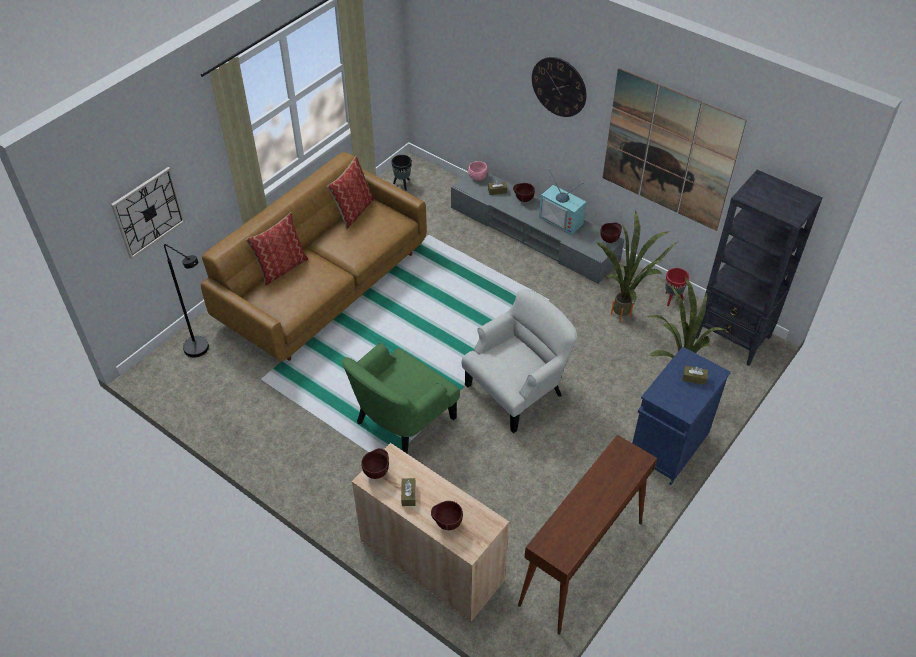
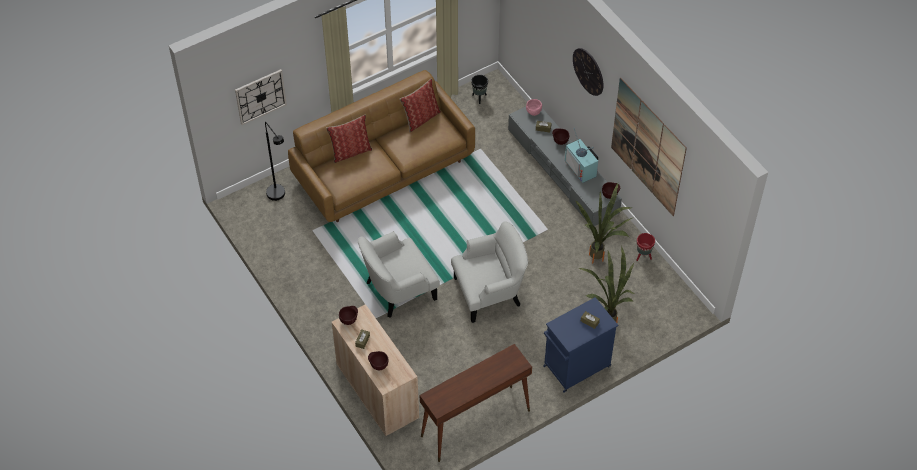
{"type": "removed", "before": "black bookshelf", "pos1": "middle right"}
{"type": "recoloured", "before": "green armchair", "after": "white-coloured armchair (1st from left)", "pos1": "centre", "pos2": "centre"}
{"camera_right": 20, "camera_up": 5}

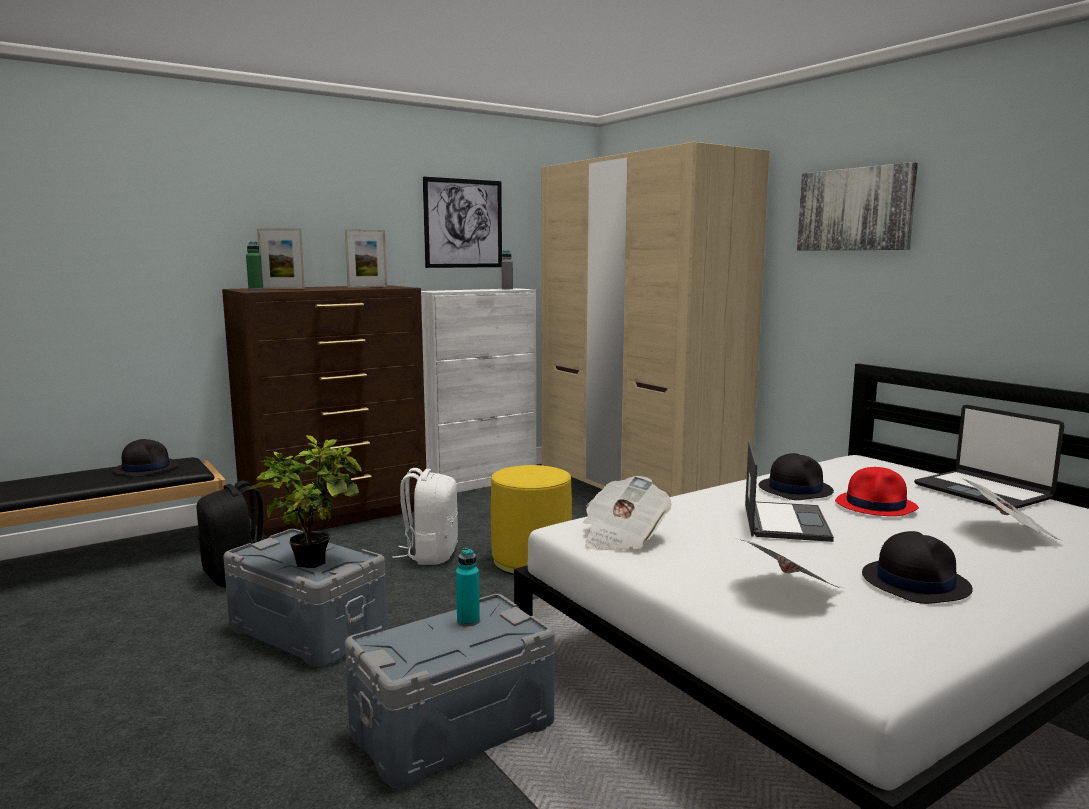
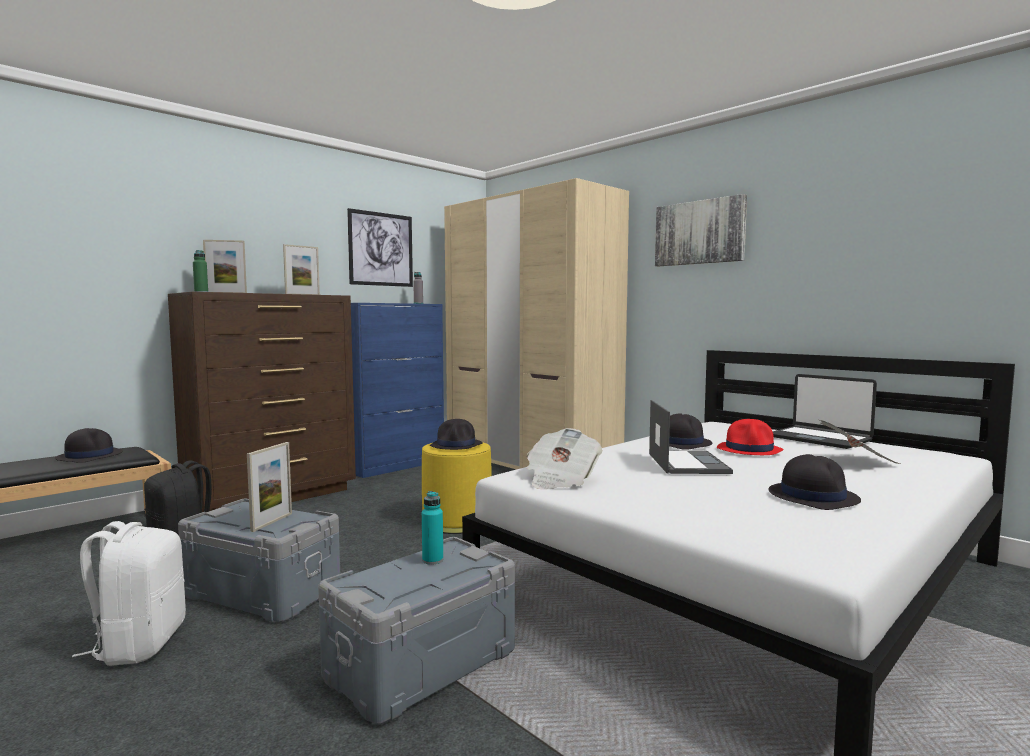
{"type": "recoloured", "before": "white-coloured cabinet", "after": "blue cabinet", "pos1": "centre", "pos2": "centre"}
{"type": "replaced", "before": "potted plant", "after": "photo frame (2nd from left)", "pos1": "middle left", "pos2": "middle left"}
{"type": "moved", "before": "white-coloured backpack", "pos1": "centre", "pos2": "bottom left"}
{"type": "removed", "before": "printed paper (2nd from left)", "pos1": "bottom right"}
{"type": "added", "after": "black clothing hat (2nd from left)", "pos2": "centre"}
{"camera_right": -10, "camera_up": -5}

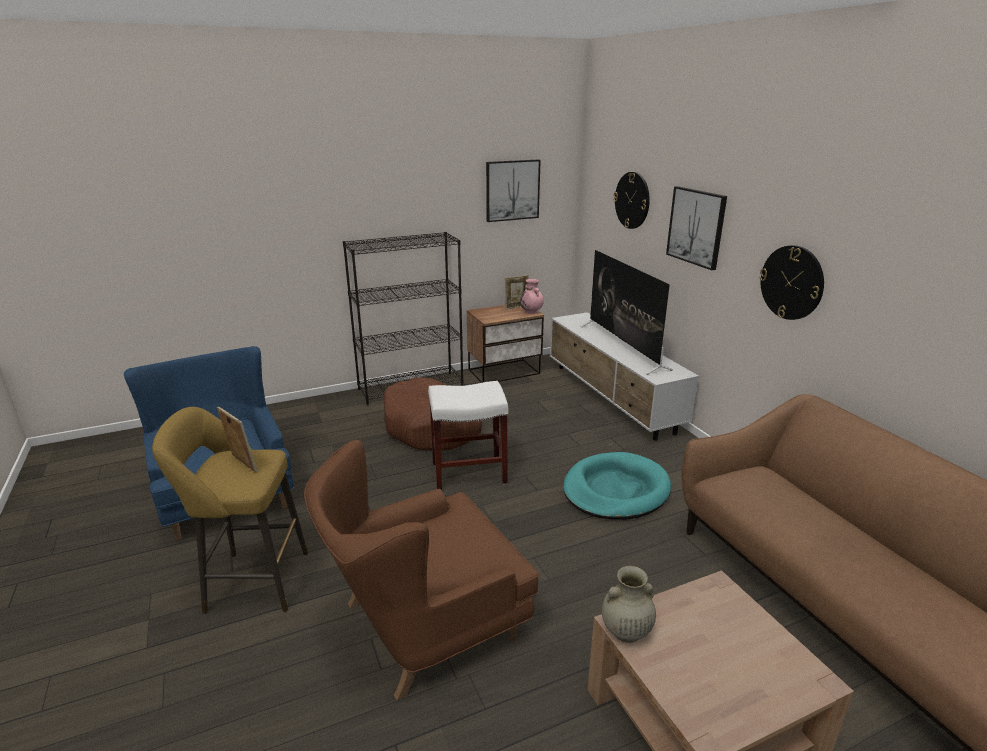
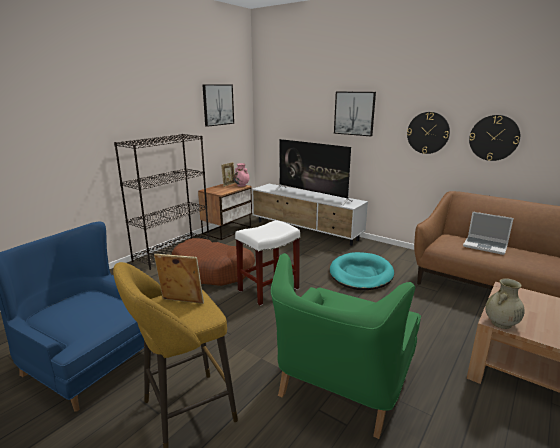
{"type": "moved", "before": "clock on the wall (1st from left in the first image)", "after": "clock on the wall (2nd from left)", "pos1": "top centre", "pos2": "top right"}
{"type": "recoloured", "before": "brown armchair", "after": "green armchair", "pos1": "bottom centre", "pos2": "bottom centre"}
{"type": "added", "after": "laptop", "pos2": "middle right"}
{"camera_right": -30, "camera_up": -5}

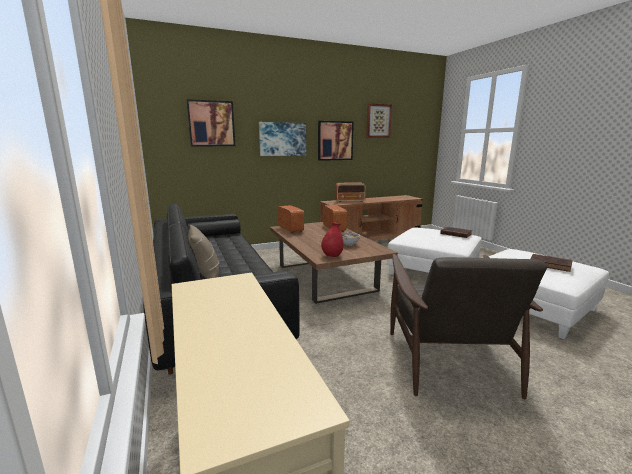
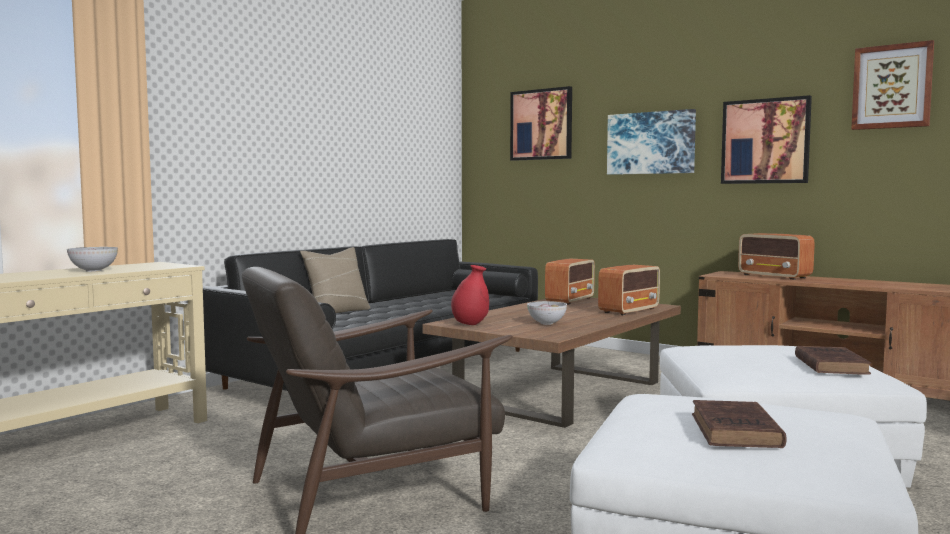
{"type": "added", "after": "bowl (1st from left)", "pos2": "middle left"}
{"camera_right": 60, "camera_up": -10}

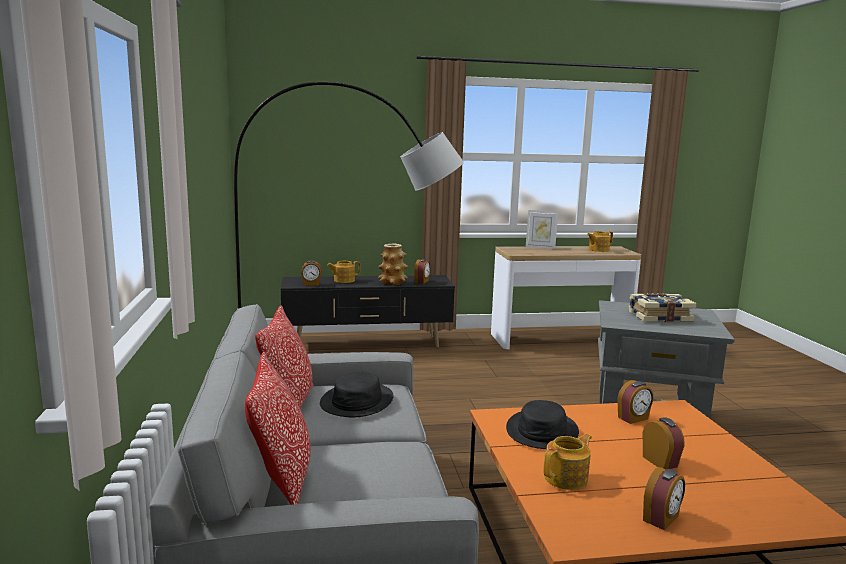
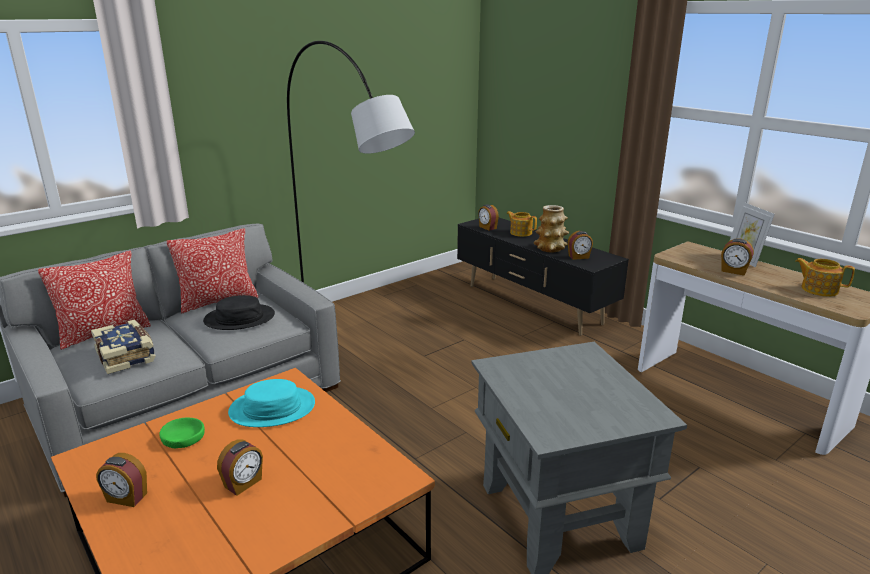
{"type": "moved", "before": "volume", "pos1": "middle right", "pos2": "middle left"}
{"type": "moved", "before": "table clock (3rd from left in the first image)", "after": "table clock (5th from left)", "pos1": "bottom right", "pos2": "middle right"}
{"type": "recoloured", "before": "black clothing hat (2nd from left)", "after": "turquoise clothing hat", "pos1": "bottom centre", "pos2": "bottom left"}
{"type": "replaced", "before": "teapot (2nd from left)", "after": "green bowl", "pos1": "bottom right", "pos2": "bottom left"}
{"camera_right": 60, "camera_up": 10}

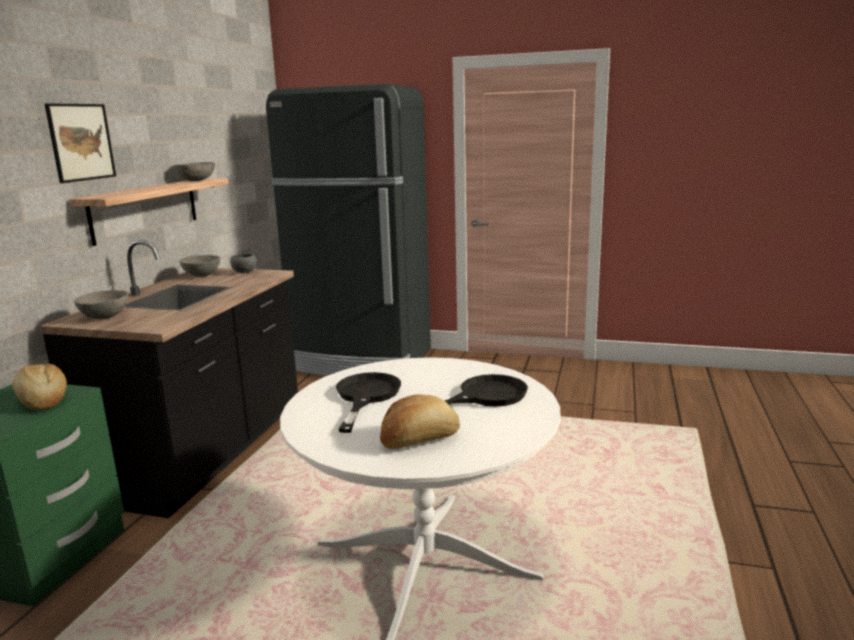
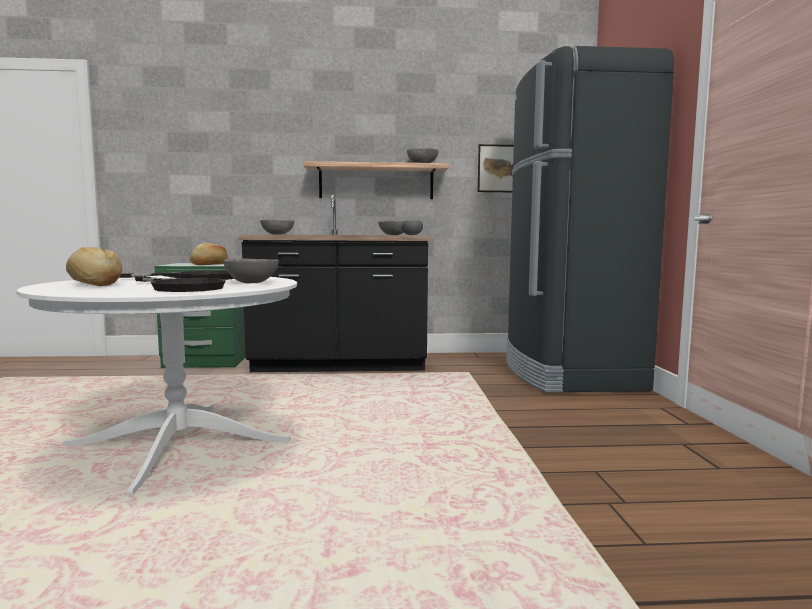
{"type": "moved", "before": "picture", "pos1": "top left", "pos2": "top centre"}
{"type": "added", "after": "greyish bowl (1st from left)", "pos2": "middle left"}
{"camera_right": 70, "camera_up": -10}

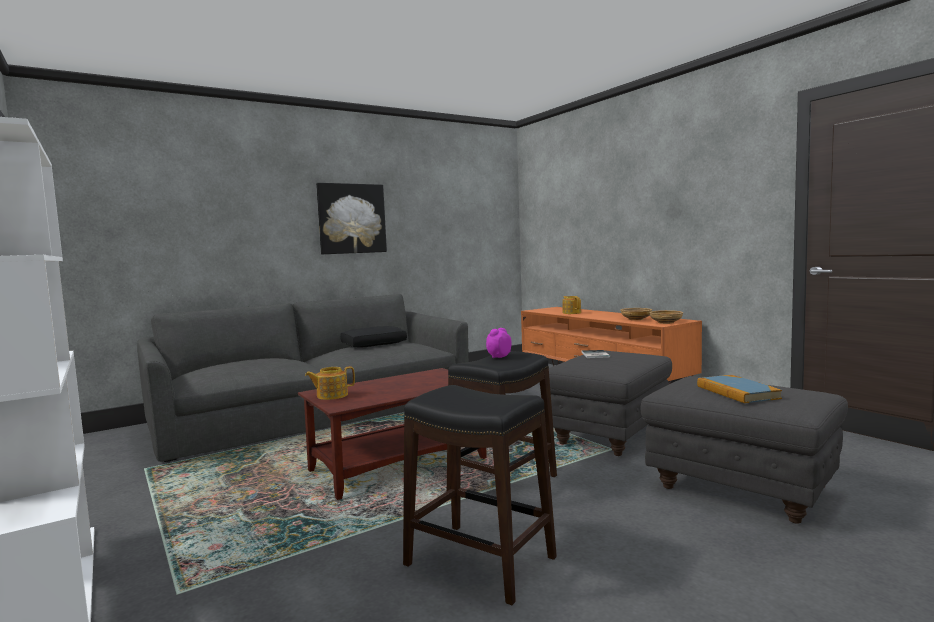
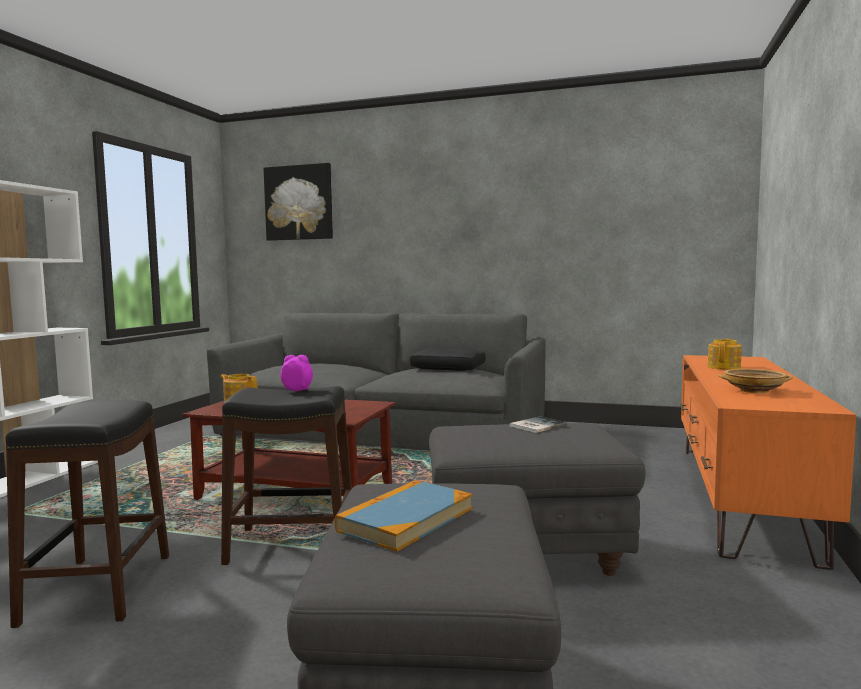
{"type": "moved", "before": "picture", "pos1": "centre", "pos2": "top centre"}
{"type": "removed", "before": "beige-coloured bowl (2nd from left)", "pos1": "middle right"}
{"camera_right": 50, "camera_up": 0}

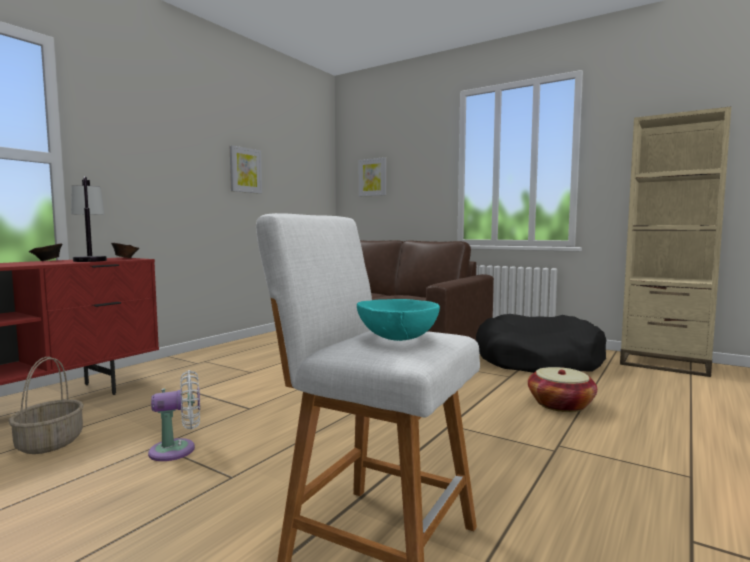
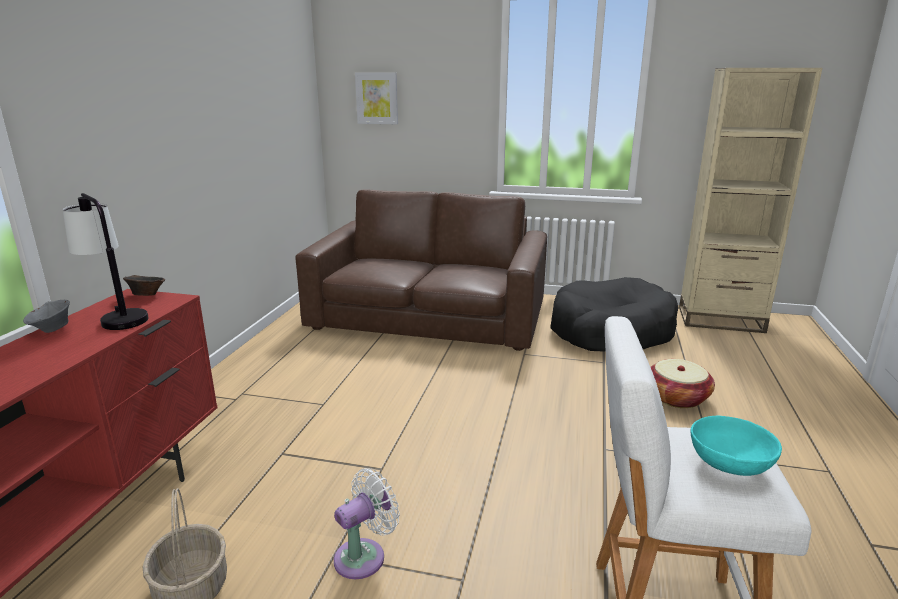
{"type": "removed", "before": "picture (1st from left)", "pos1": "top left"}
{"type": "recoloured", "before": "brown bowl (1st from left)", "after": "greyish bowl", "pos1": "middle left", "pos2": "middle left"}
{"camera_right": -20, "camera_up": 15}

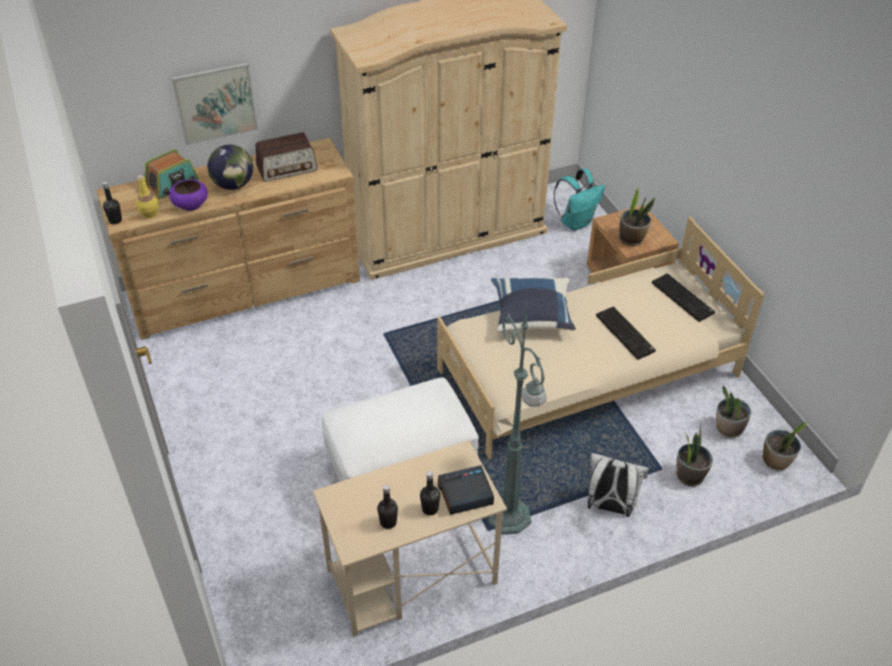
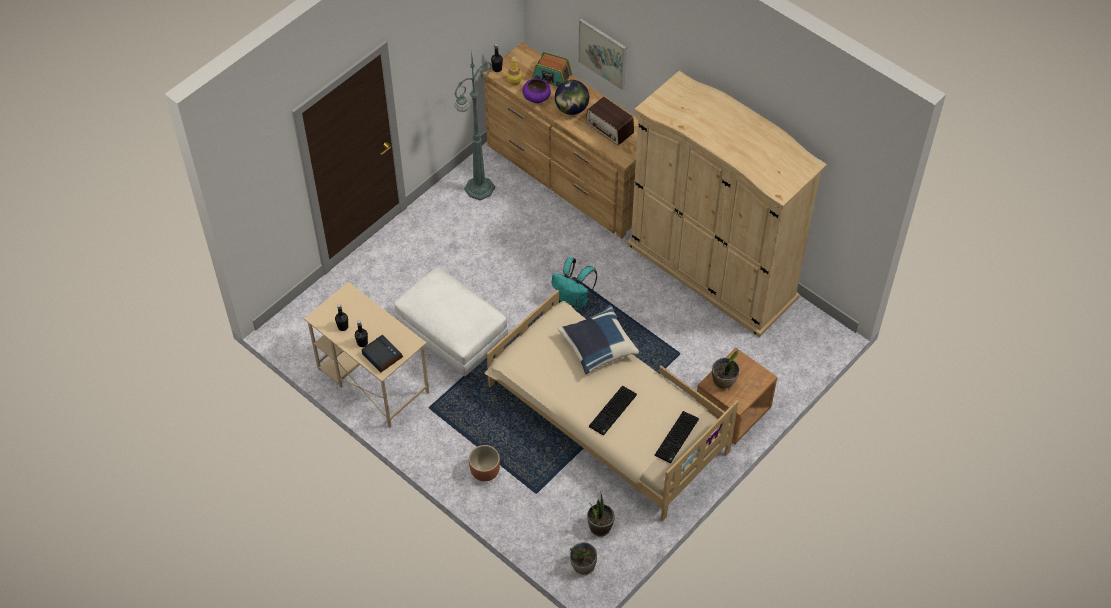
{"type": "moved", "before": "turquoise backpack", "pos1": "top centre", "pos2": "centre"}
{"type": "moved", "before": "green floor lamp", "pos1": "centre", "pos2": "top centre"}
{"type": "removed", "before": "potted plant (2nd from left)", "pos1": "bottom right"}
{"type": "replaced", "before": "white-coloured backpack", "after": "brown flower pot", "pos1": "bottom right", "pos2": "bottom centre"}
{"camera_right": 65, "camera_up": 10}

